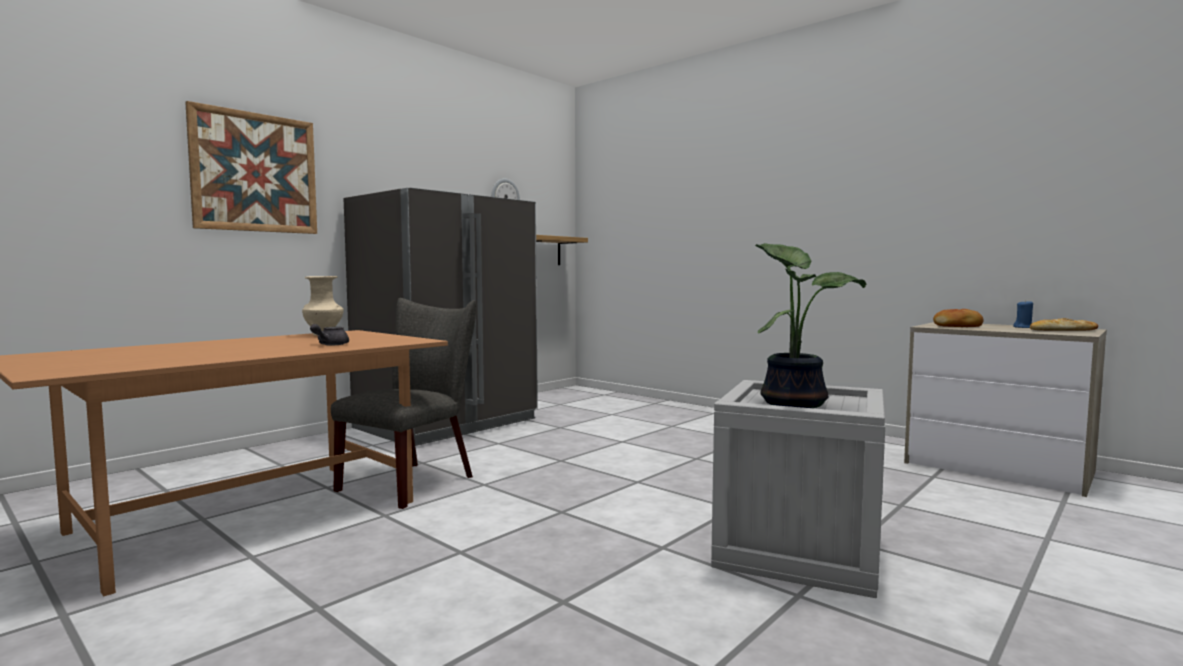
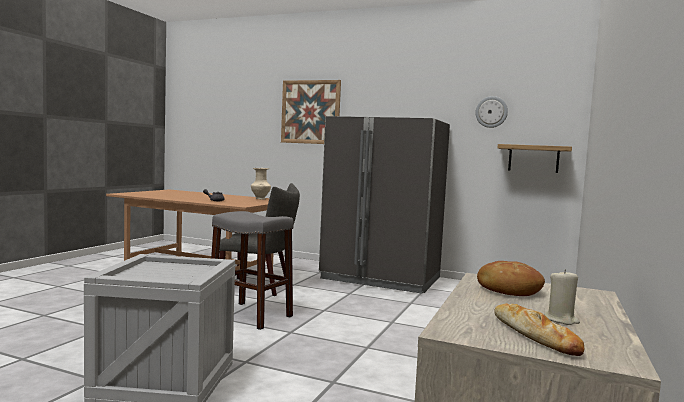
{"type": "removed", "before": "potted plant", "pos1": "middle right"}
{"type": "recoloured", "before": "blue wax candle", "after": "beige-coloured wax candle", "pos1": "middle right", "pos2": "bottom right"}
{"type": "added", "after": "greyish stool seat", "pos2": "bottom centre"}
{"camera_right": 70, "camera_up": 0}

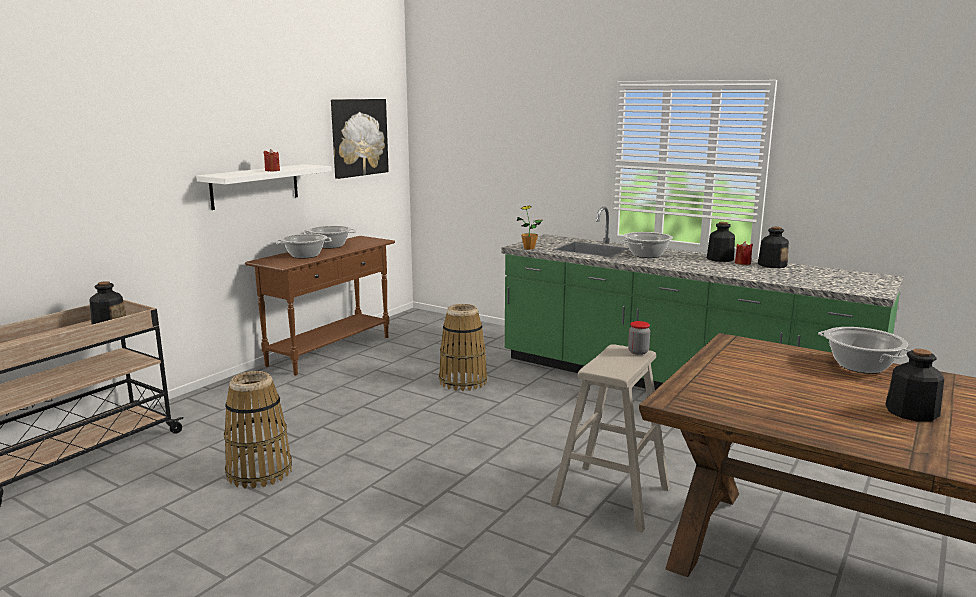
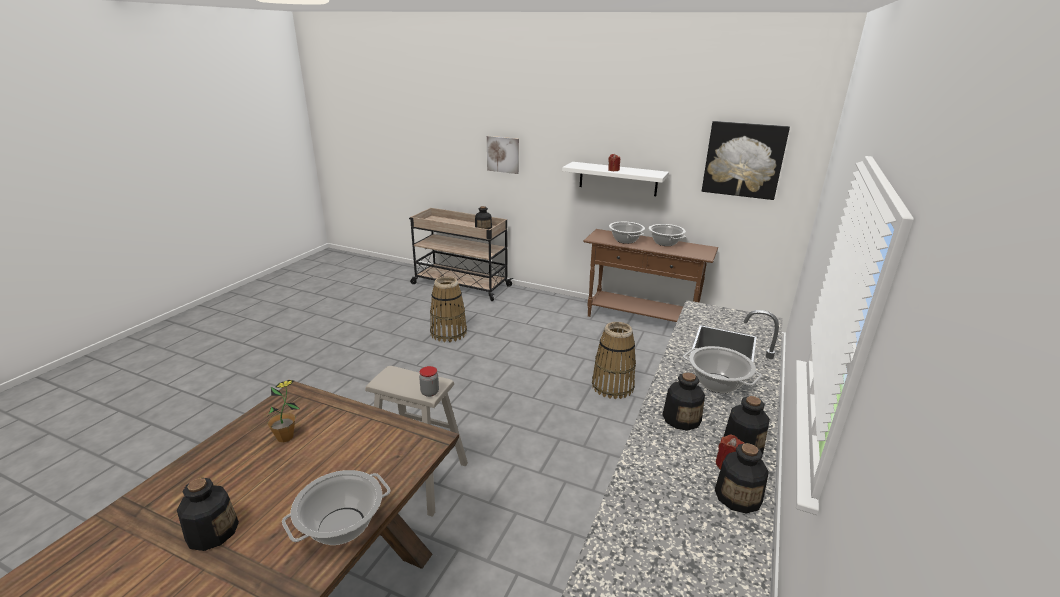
{"type": "moved", "before": "potted plant", "pos1": "centre", "pos2": "bottom left"}
{"type": "added", "after": "picture (1st from left)", "pos2": "top centre"}
{"type": "added", "after": "bottle (3rd from left)", "pos2": "bottom centre"}
{"camera_right": 80, "camera_up": 10}

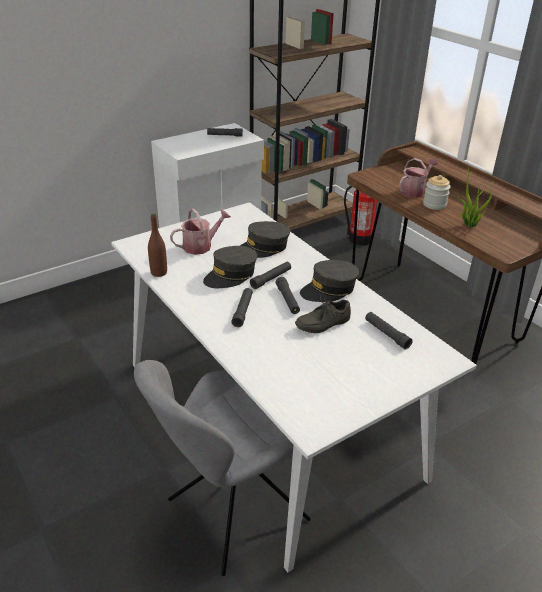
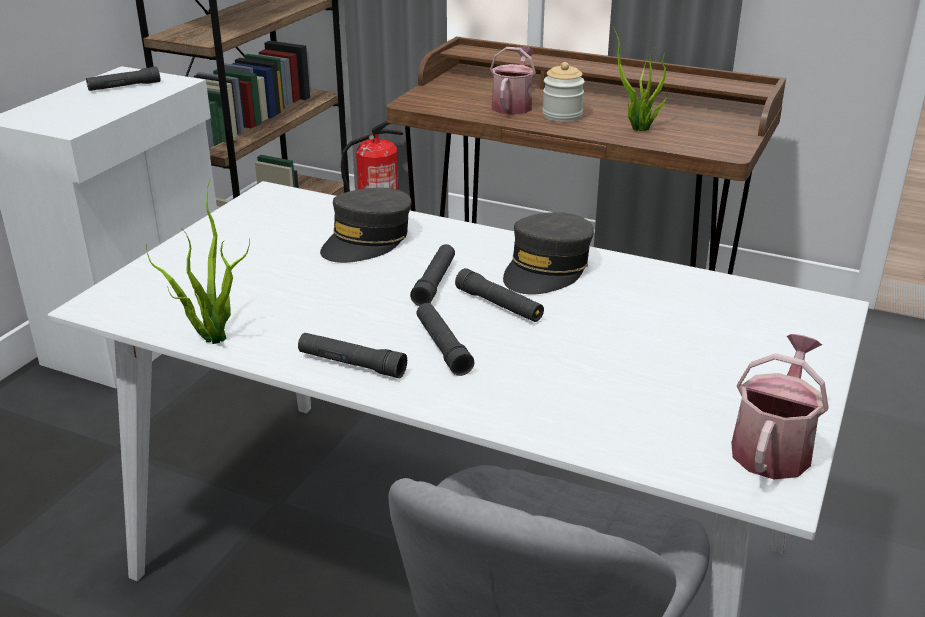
{"type": "moved", "before": "watering can (1st from left in the first image)", "after": "watering can (2nd from left)", "pos1": "centre", "pos2": "middle right"}
{"type": "replaced", "before": "brown bottle", "after": "potted plant (1st from left)", "pos1": "middle left", "pos2": "middle left"}
{"type": "removed", "before": "greyish peaked cap (1st from left)", "pos1": "centre"}
{"type": "removed", "before": "greyish low shoe", "pos1": "centre"}
{"type": "moved", "before": "black torch (5th from left in the first image)", "after": "black torch (2nd from left)", "pos1": "middle right", "pos2": "centre"}
{"camera_right": -30, "camera_up": -5}

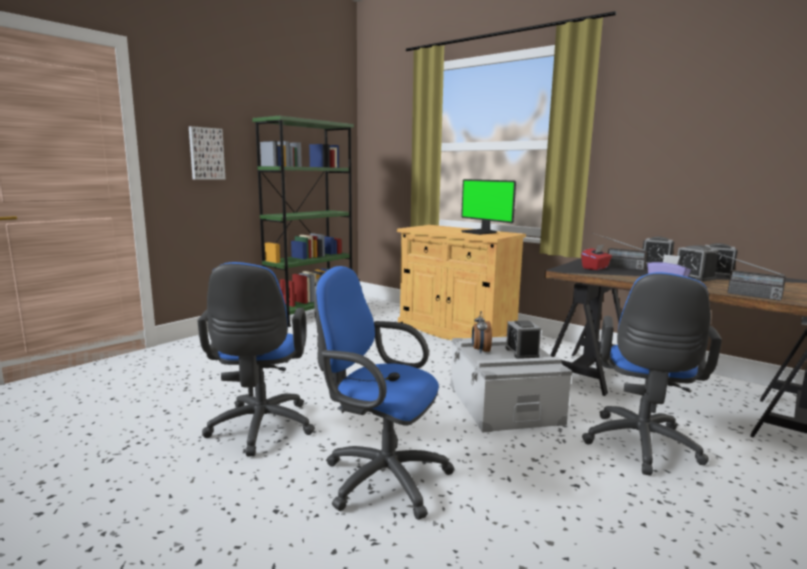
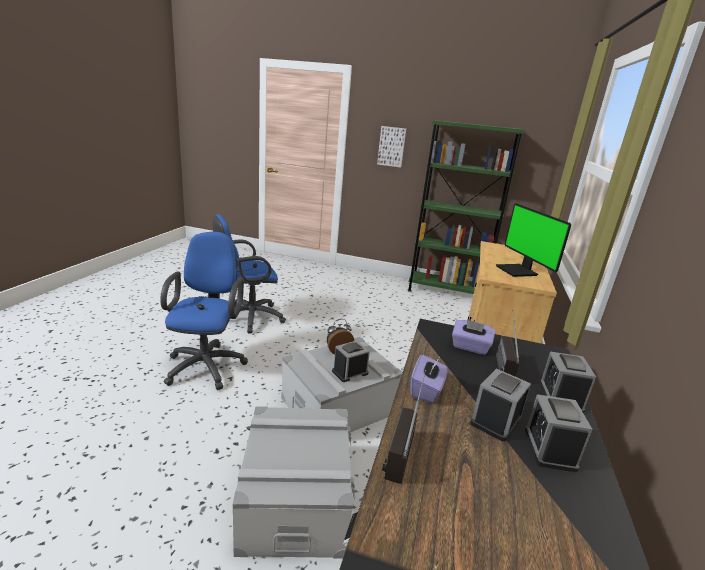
{"type": "turned", "before": "computer display", "pos1": "centre", "pos2": "middle right", "turn": -45}
{"type": "recoloured", "before": "reddish box of tissues", "after": "purple box of tissues (2nd from left)", "pos1": "middle right", "pos2": "middle right"}
{"type": "replaced", "before": "blue computer chair (3rd from left)", "after": "greyish storage container (1st from left)", "pos1": "middle right", "pos2": "bottom centre"}
{"camera_right": 65, "camera_up": 10}

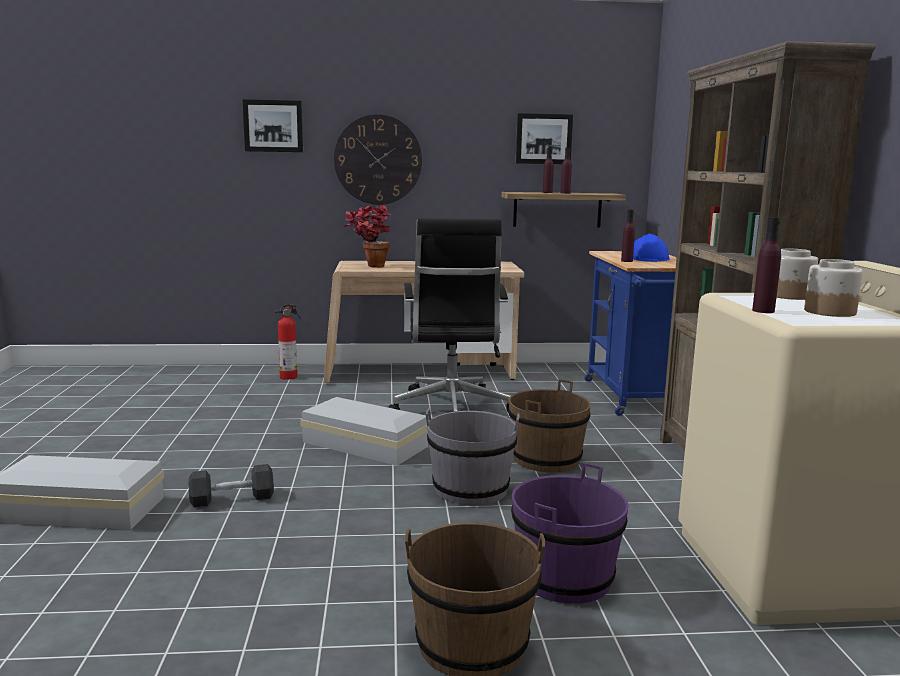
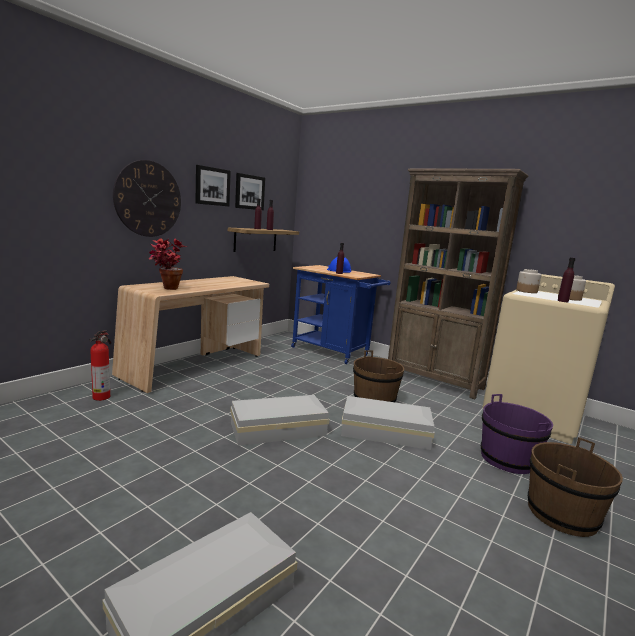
{"type": "moved", "before": "picture (1st from left)", "pos1": "top left", "pos2": "top centre"}
{"type": "removed", "before": "black computer chair", "pos1": "centre"}
{"type": "replaced", "before": "greyish water bucket", "after": "white-coloured storage container (3rd from left)", "pos1": "bottom centre", "pos2": "centre"}
{"type": "removed", "before": "greyish hand weight", "pos1": "bottom left"}
{"camera_right": -50, "camera_up": 0}

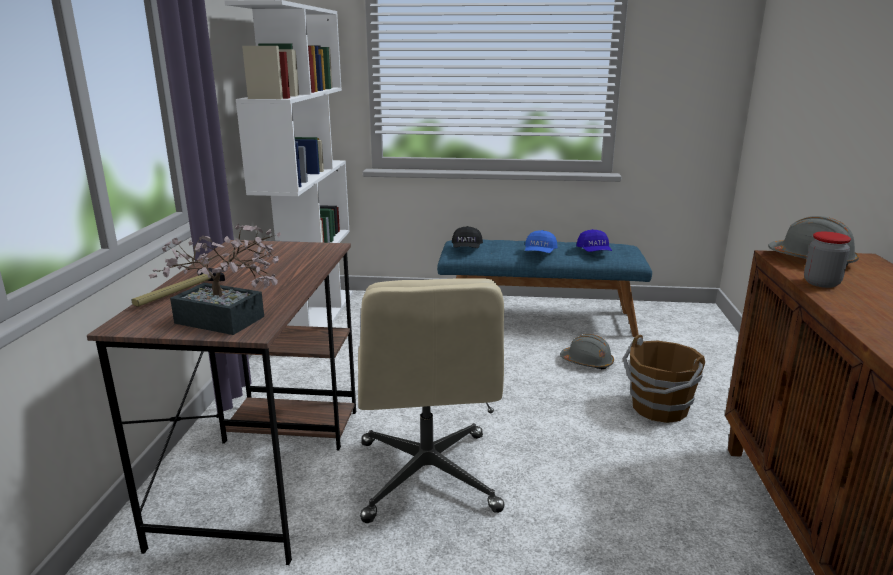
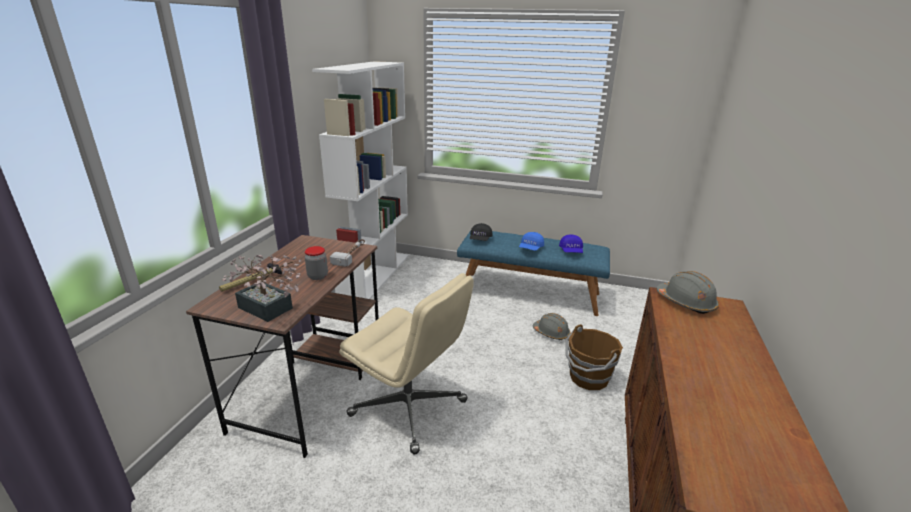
{"type": "moved", "before": "storage jar", "pos1": "middle right", "pos2": "centre"}
{"type": "turned", "before": "beige-coloured computer chair", "pos1": "bottom centre", "pos2": "bottom centre", "turn": -60}
{"type": "added", "after": "tool hammer (2nd from left)", "pos2": "centre"}
{"camera_right": 10, "camera_up": 5}

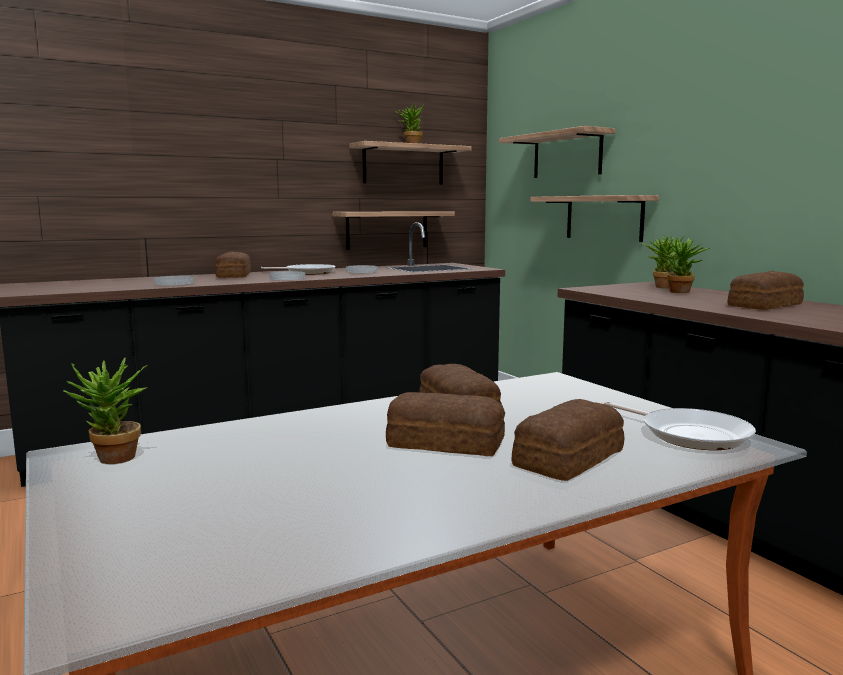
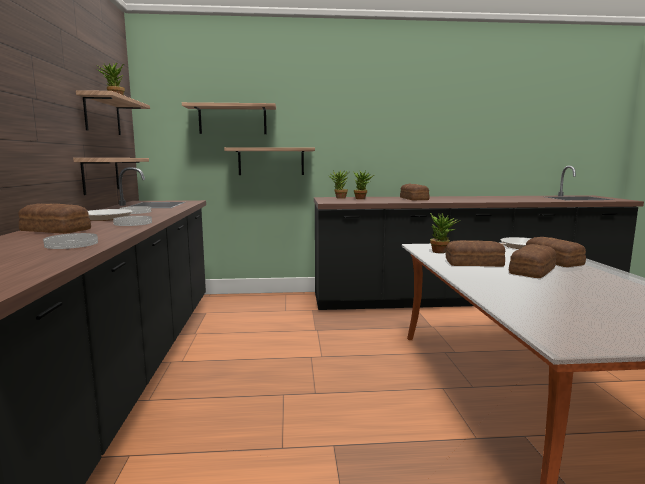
{"type": "moved", "before": "potted plant (1st from left in the first image)", "after": "potted plant (4th from left)", "pos1": "middle left", "pos2": "middle right"}
{"camera_right": -65, "camera_up": 0}

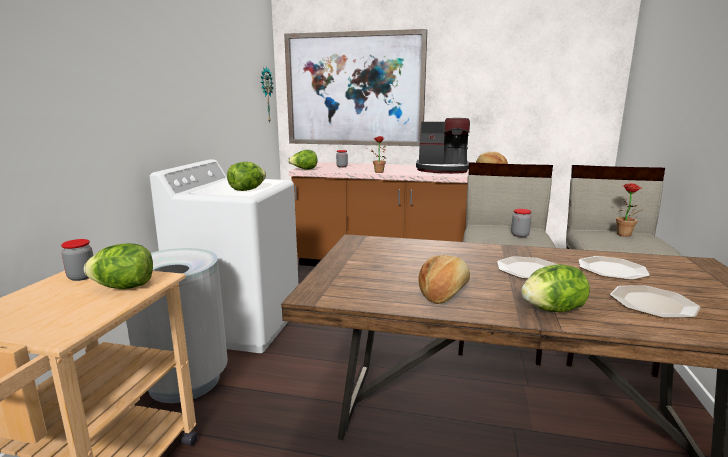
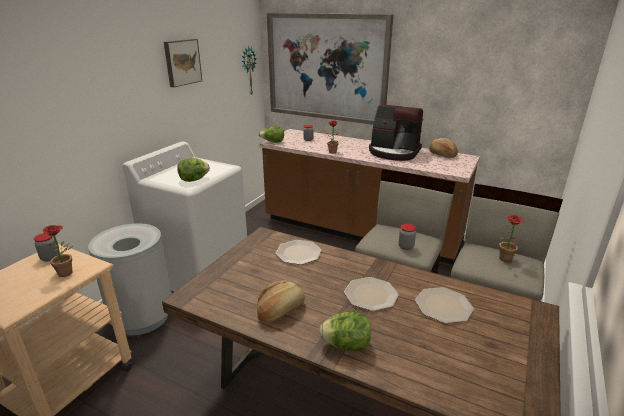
{"type": "replaced", "before": "lettuce (1st from left)", "after": "potted plant (1st from left)", "pos1": "middle left", "pos2": "middle left"}
{"type": "moved", "before": "plate (3rd from left in the first image)", "after": "plate (1st from left)", "pos1": "middle right", "pos2": "centre"}
{"type": "added", "after": "picture (1st from left)", "pos2": "top left"}
{"camera_right": 15, "camera_up": 10}

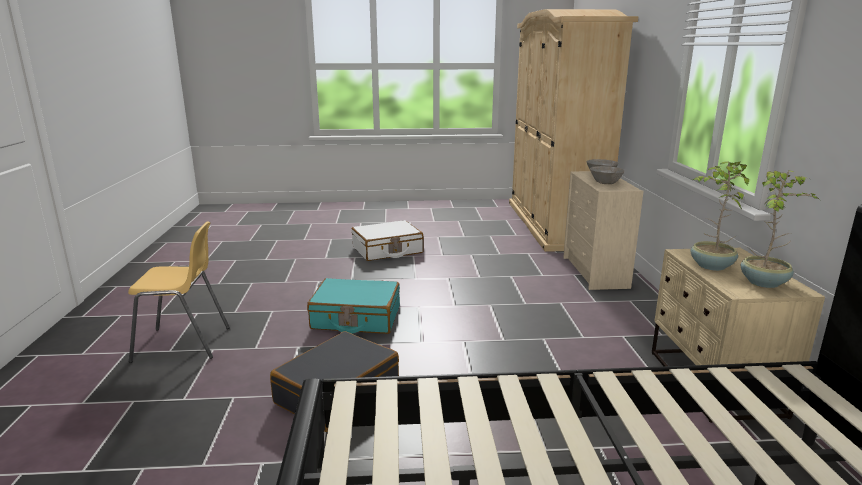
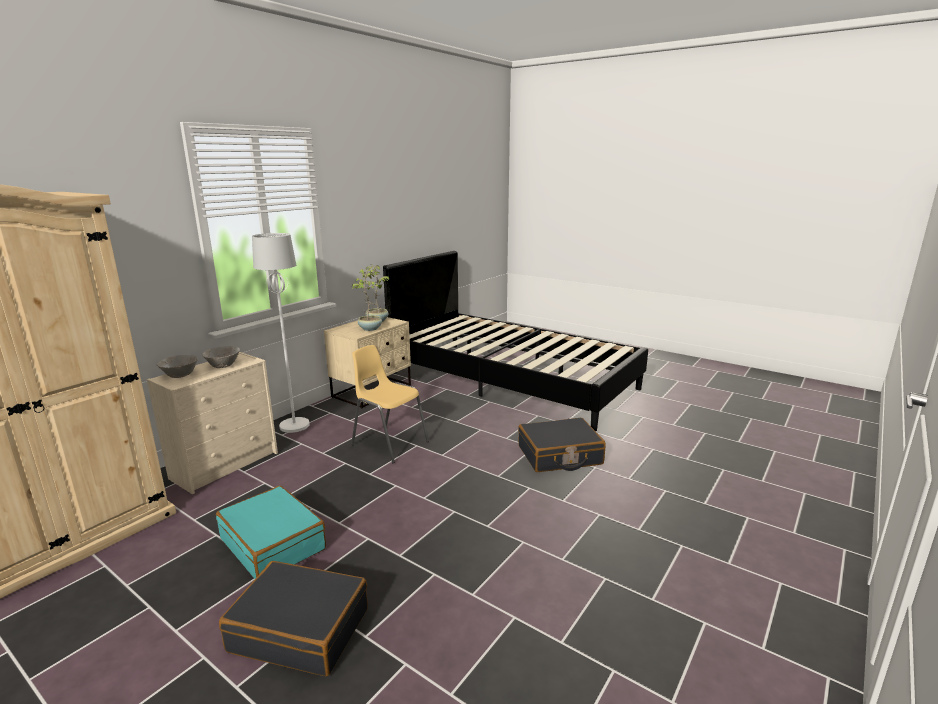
{"type": "recoloured", "before": "white-coloured travel case", "after": "black travel case (1st from left)", "pos1": "centre", "pos2": "bottom left"}
{"type": "moved", "before": "yellow plain chair", "pos1": "middle left", "pos2": "centre"}
{"type": "moved", "before": "turquoise travel case", "pos1": "centre", "pos2": "bottom left"}
{"type": "added", "after": "white-coloured floor lamp", "pos2": "middle left"}
{"camera_right": -140, "camera_up": 0}

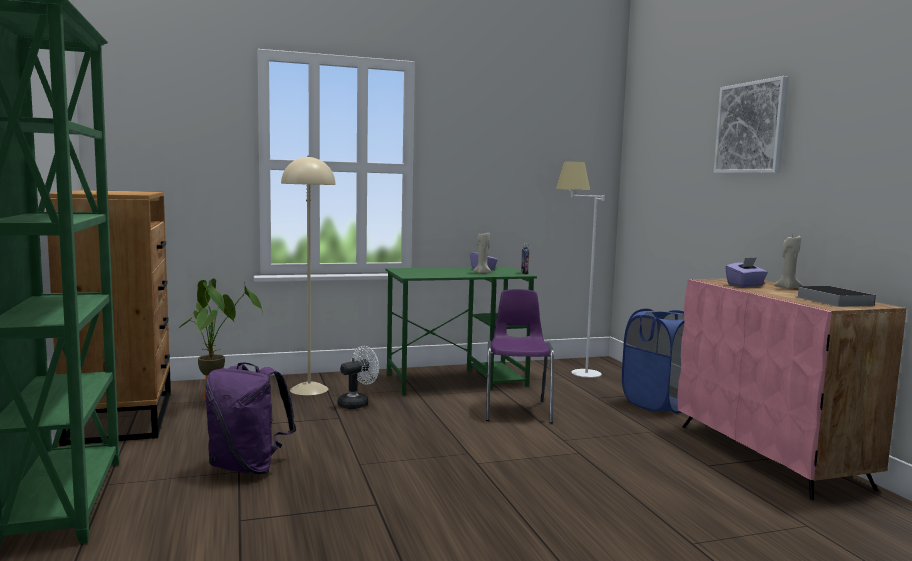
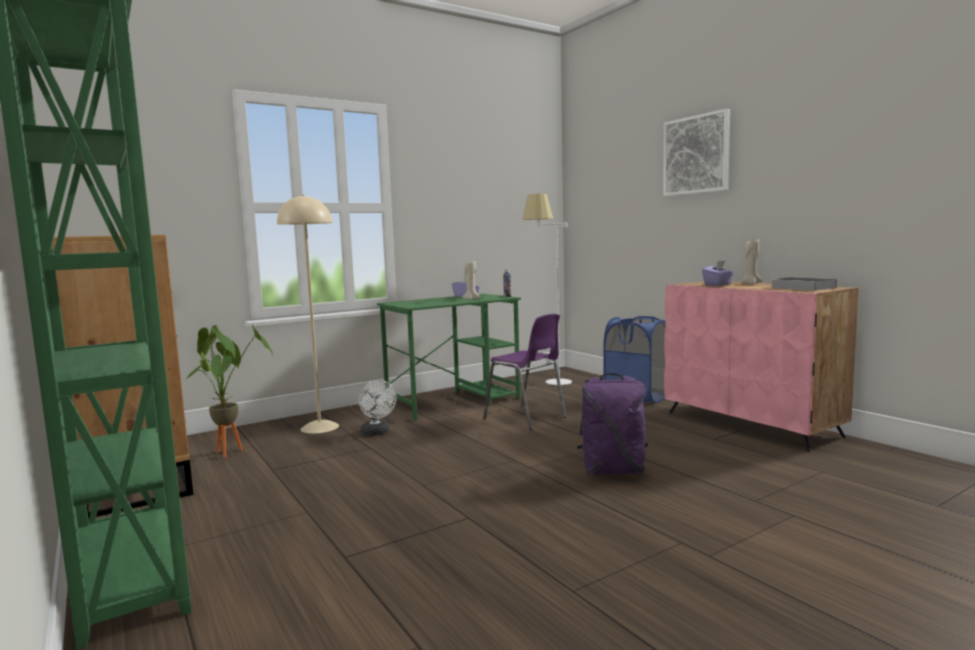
{"type": "turned", "before": "purple plain chair", "pos1": "centre", "pos2": "centre", "turn": 150}
{"type": "turned", "before": "white-coloured electric fan", "pos1": "bottom centre", "pos2": "centre", "turn": 120}
{"type": "moved", "before": "purple backpack", "pos1": "bottom left", "pos2": "centre"}
{"camera_right": -15, "camera_up": 0}

